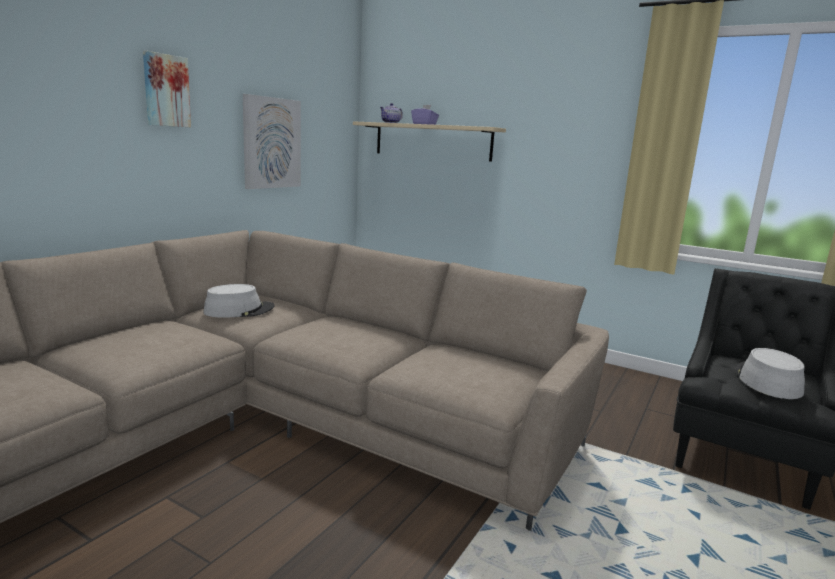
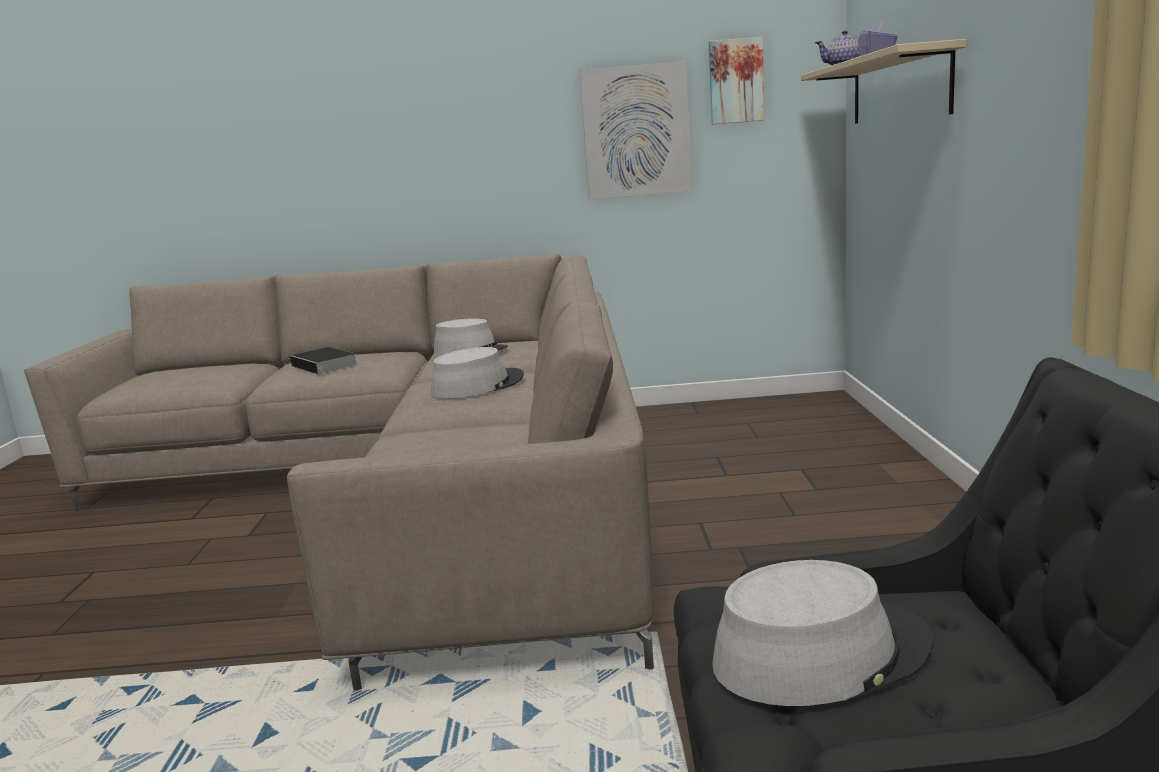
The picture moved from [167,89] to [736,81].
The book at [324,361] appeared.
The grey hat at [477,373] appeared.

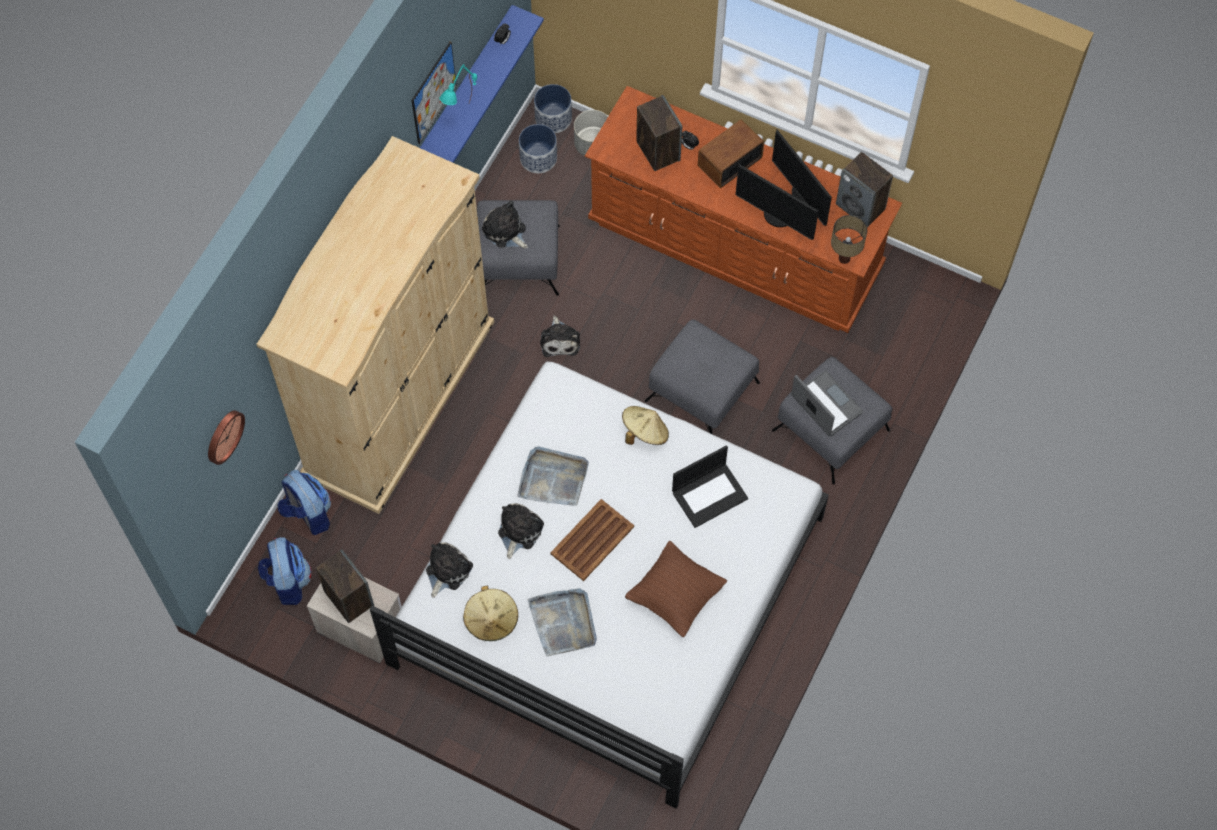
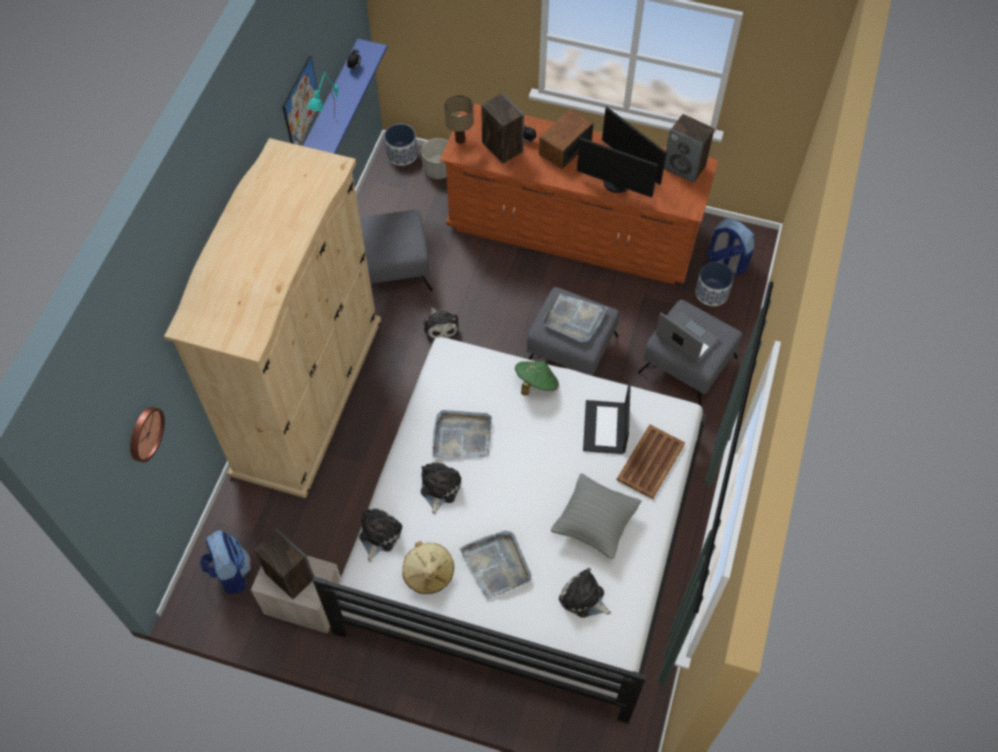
The backpack moved from [304,502] to [730,247].
The plush toy moved from [505,225] to [585,593].
The planter moved from [538,148] to [714,284].
The brown tray moved from [592,540] to [651,462].
The beige hat at [645,425] became the green hat at [537,378].
The brown pillow at [676,589] became the grey pillow at [596,516].
The laptop at [710,486] turned 135 degrees clockwise.
The table lamp moved from [849,239] to [459,119].
The grey tray at [575,318] appeared.

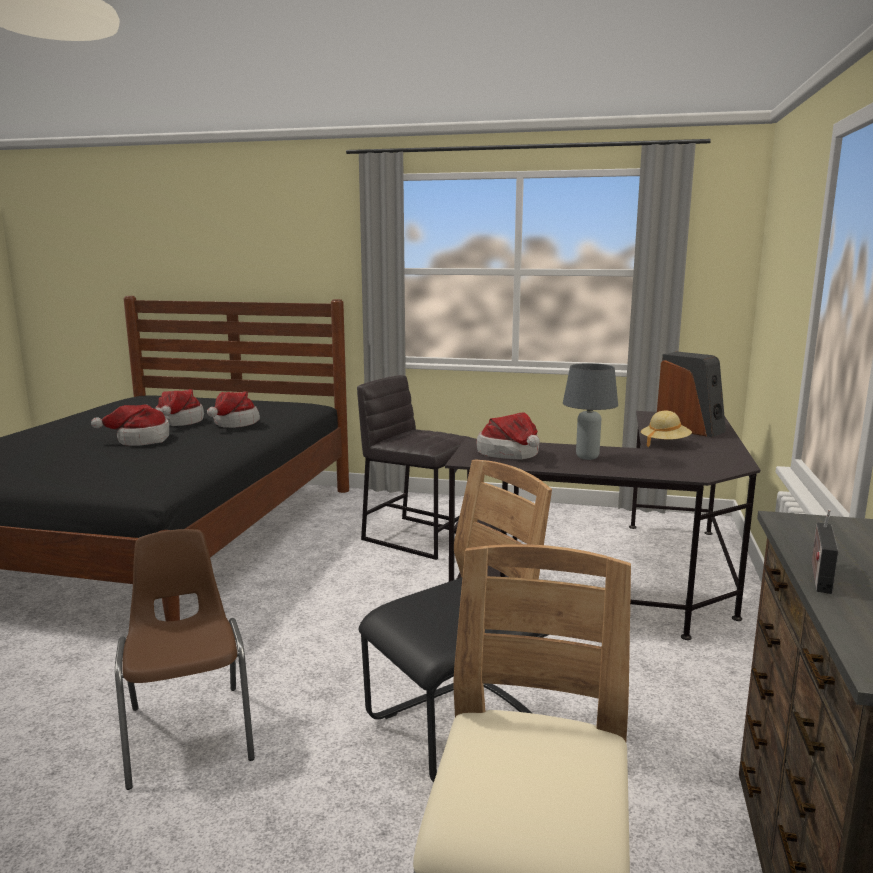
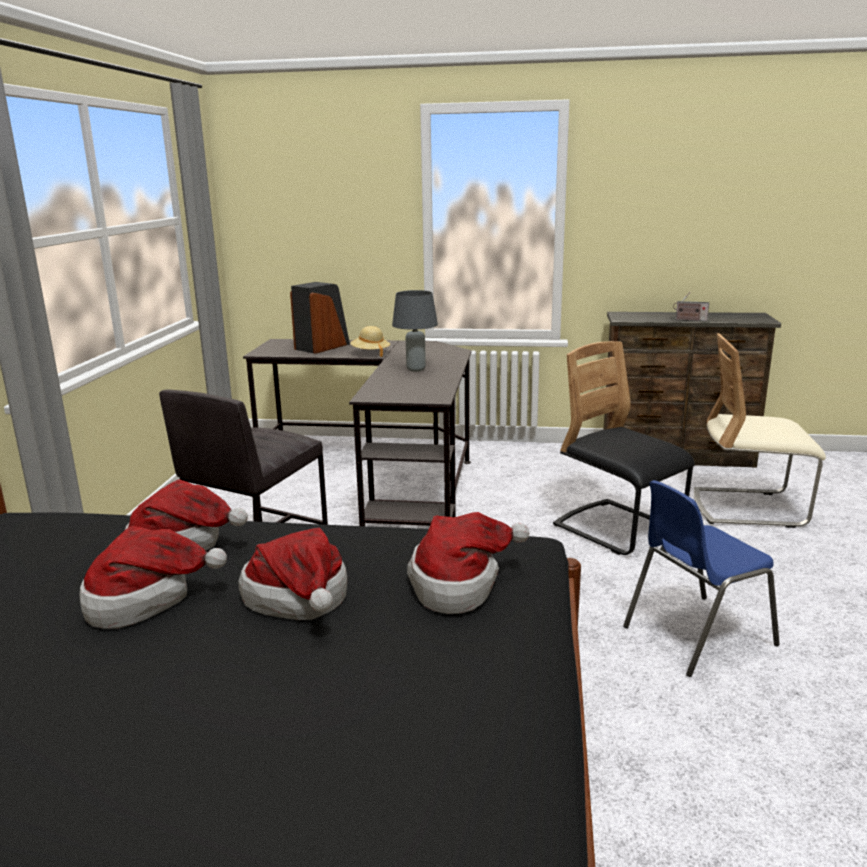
The brown chair at [185,659] became the blue chair at [701,578].
The hat moved from [508,436] to [468,563].

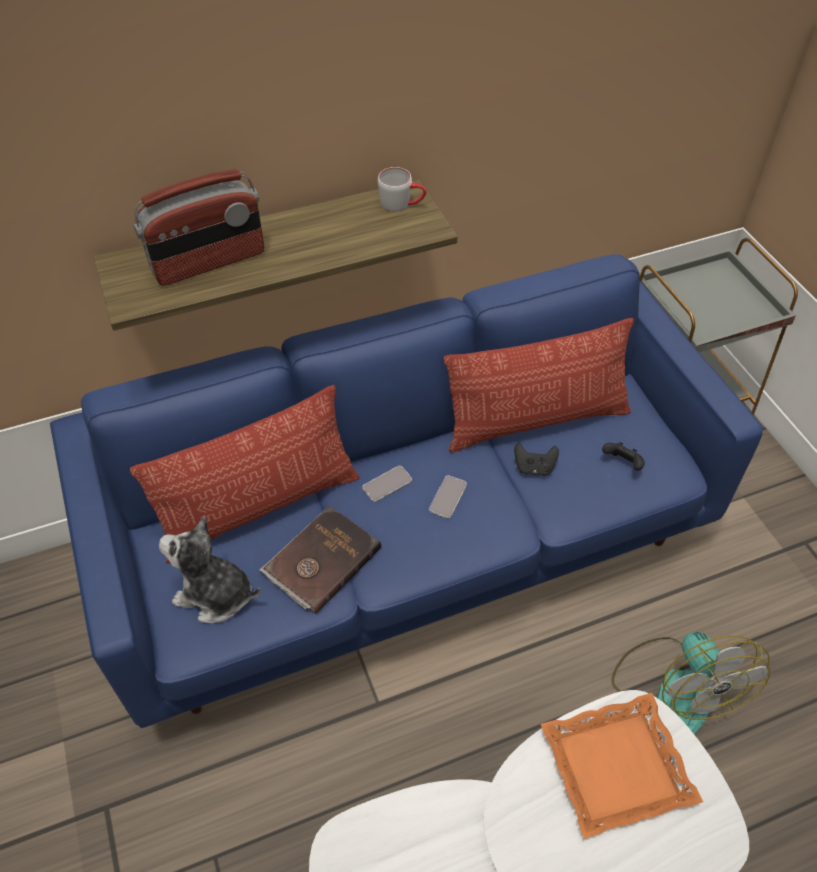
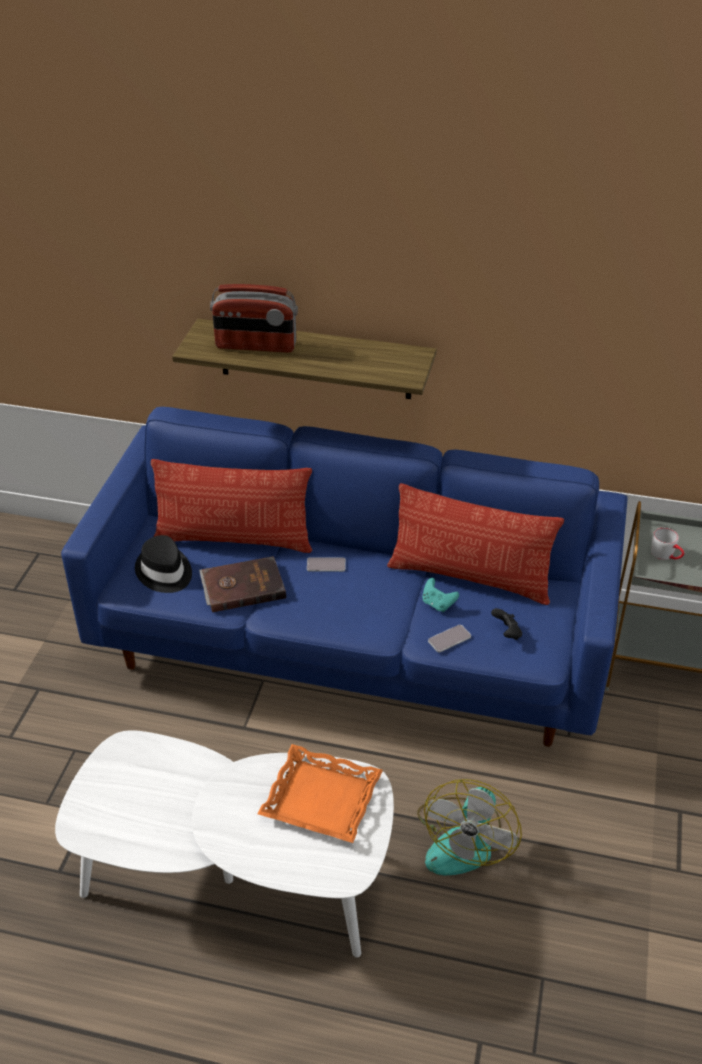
The plush toy at [210,569] was replaced by the black hat at [163,564].
The grey mug moved from [402,189] to [667,544].
The phone moved from [448,497] to [449,638].
The black game controller at [536,459] became the turquoise game controller at [440,595].

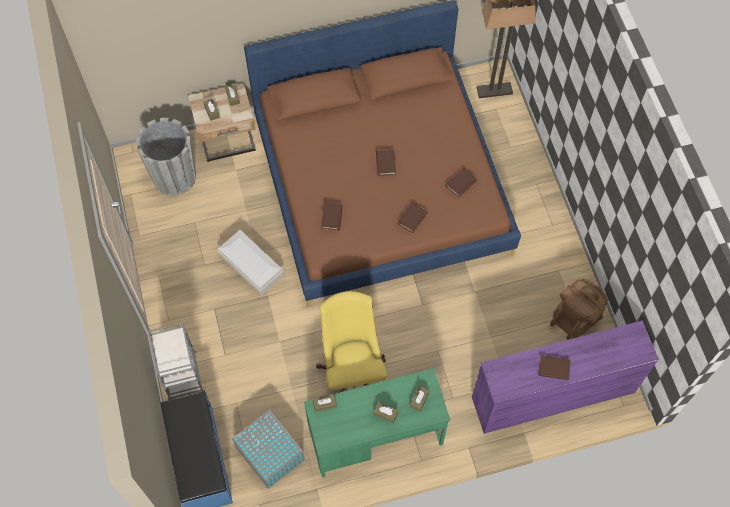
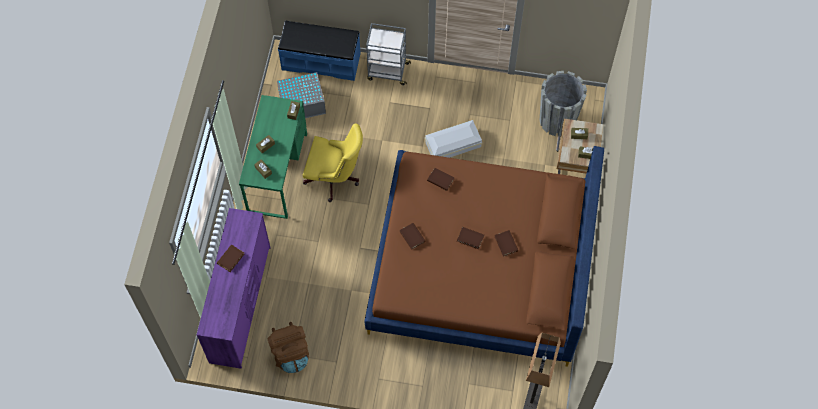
The brown book moved from [461,182] to [506,243].

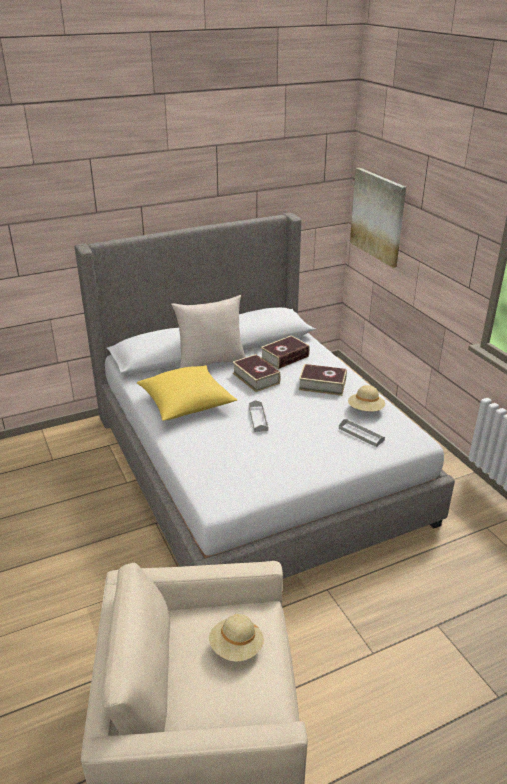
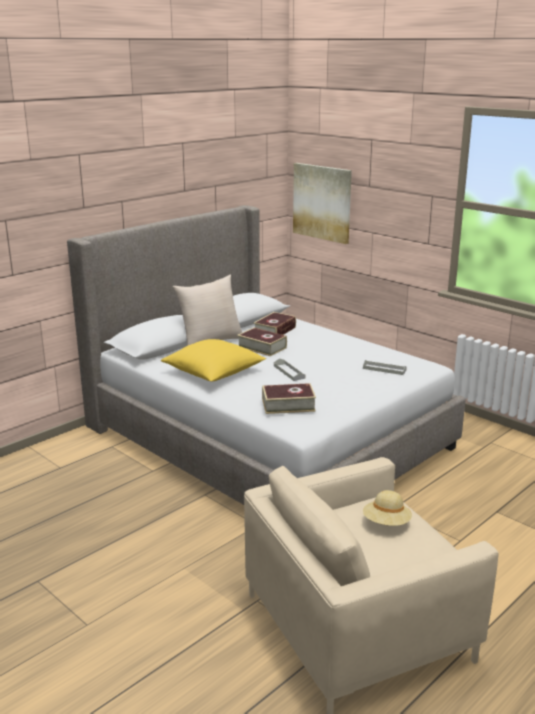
The book moved from [322,380] to [289,398].
The beige hat at [366,398] disappeared.

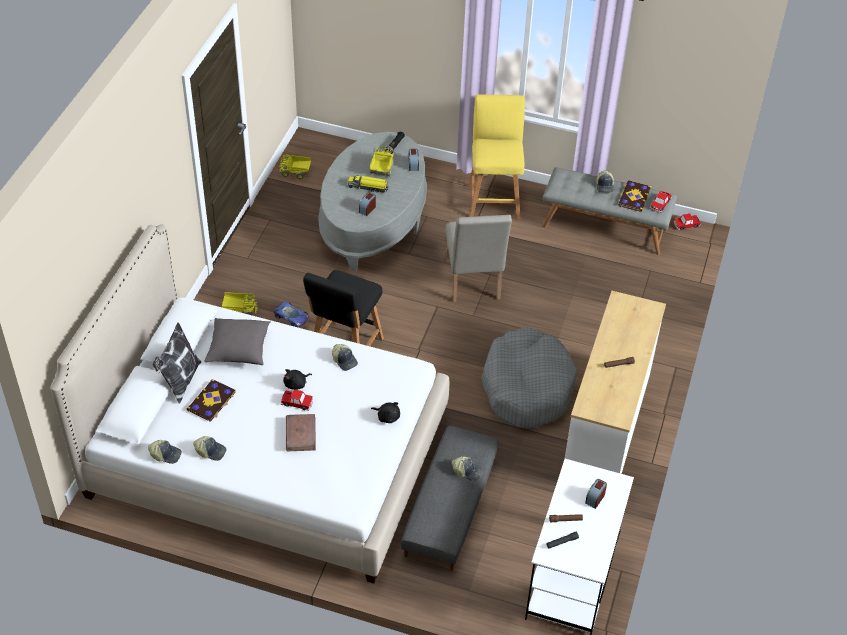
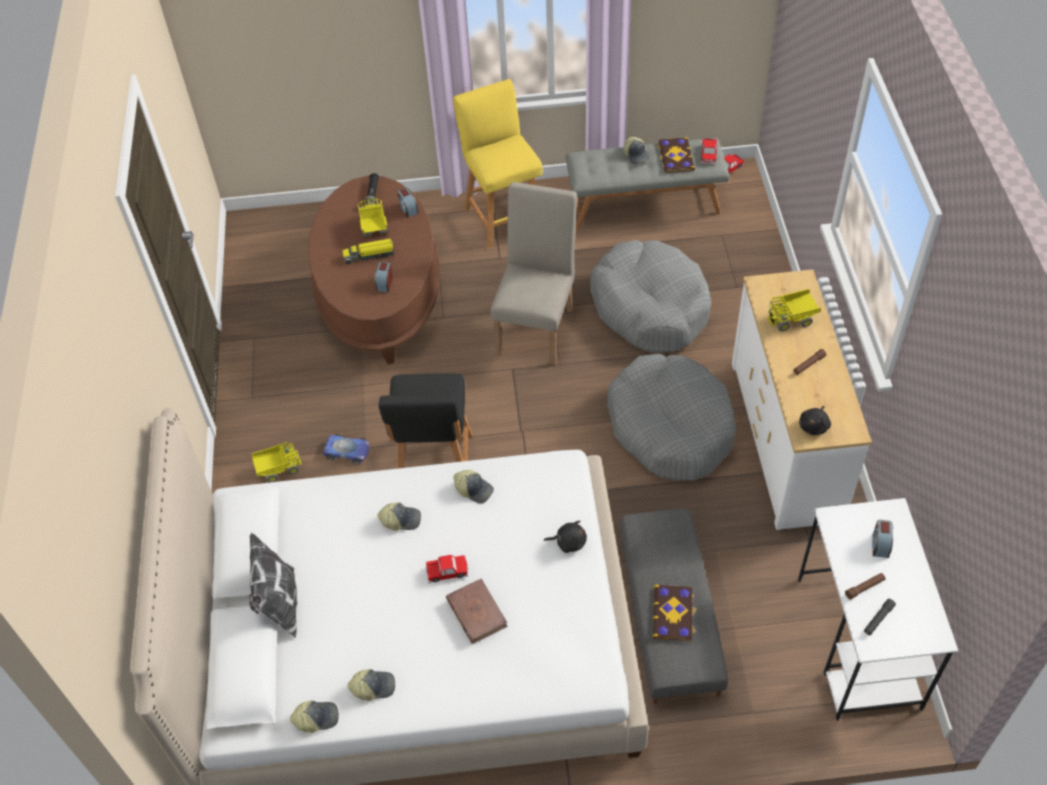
The book moved from [211,400] to [674,613].
The grey pillow at [237,341] disappeared.
The toy truck moved from [295,167] to [794,310].
The black plush toy moved from [297,379] to [815,420].
The grey coffee table at [372,201] became the brown coffee table at [374,270].
The beige chair at [479,258] turned 135 degrees counterclockwise.
The cap moved from [467,468] to [399,516].
The grey dog bed at [650,296] appeared.

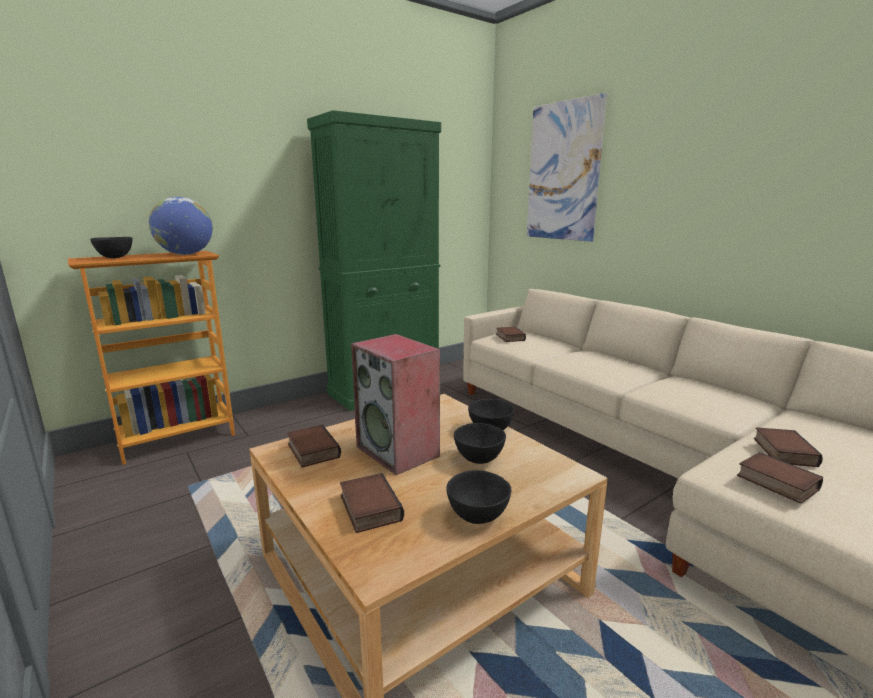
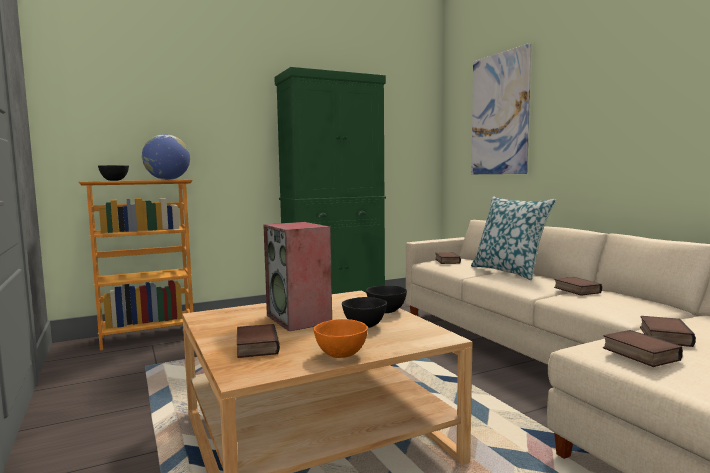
The book moved from [314,446] to [578,286].
The black bowl at [478,497] became the orange bowl at [340,338].
The pillow at [513,238] appeared.

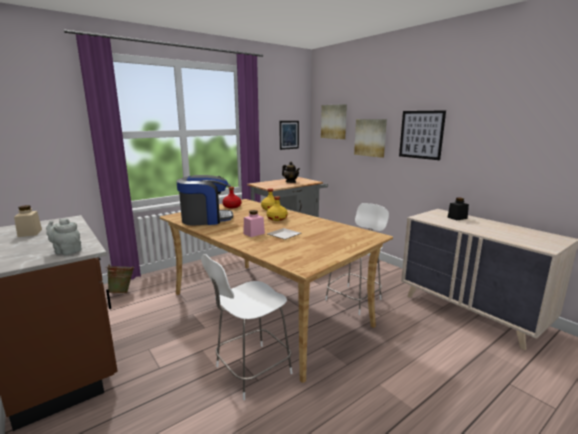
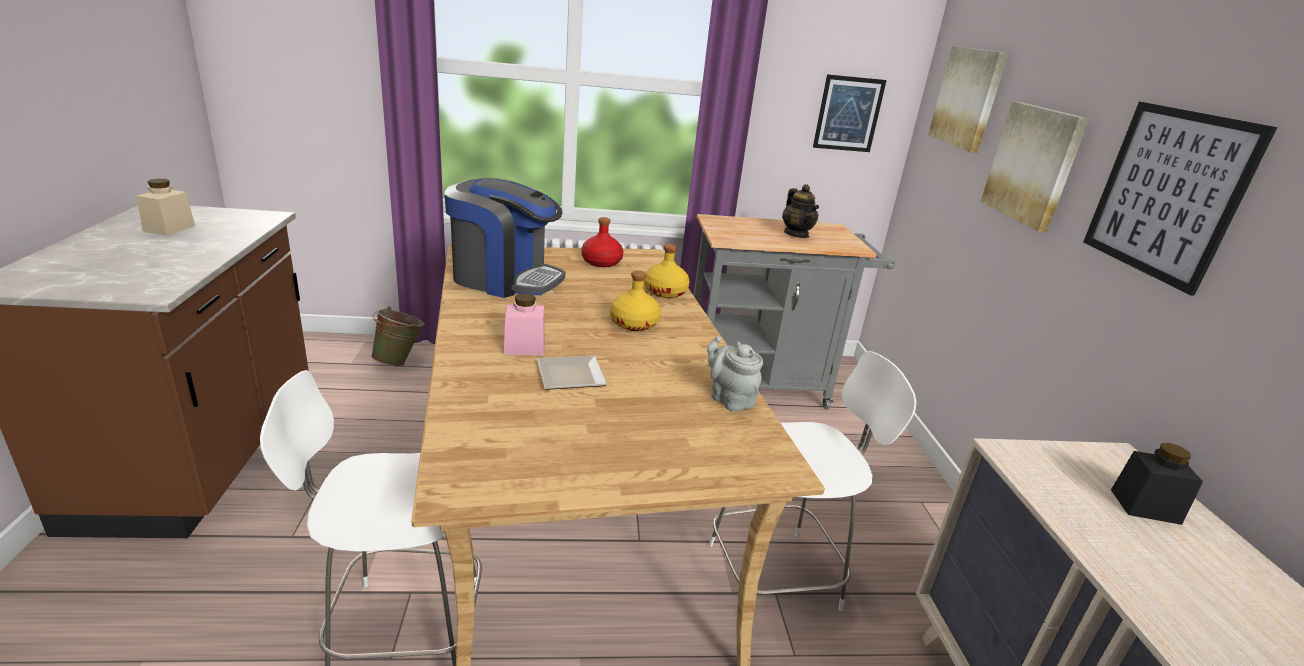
The grey teapot moved from [64,236] to [735,373].

